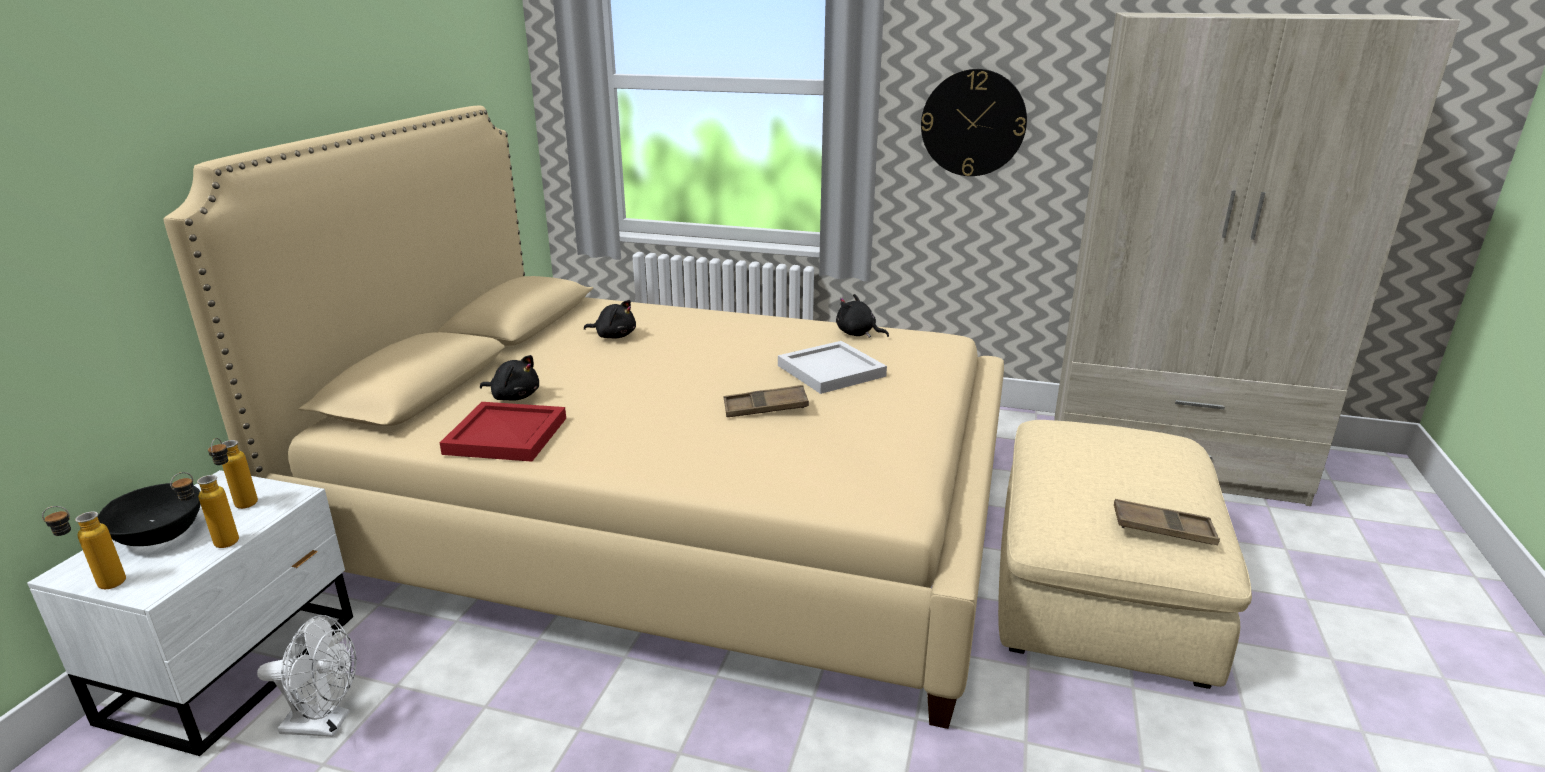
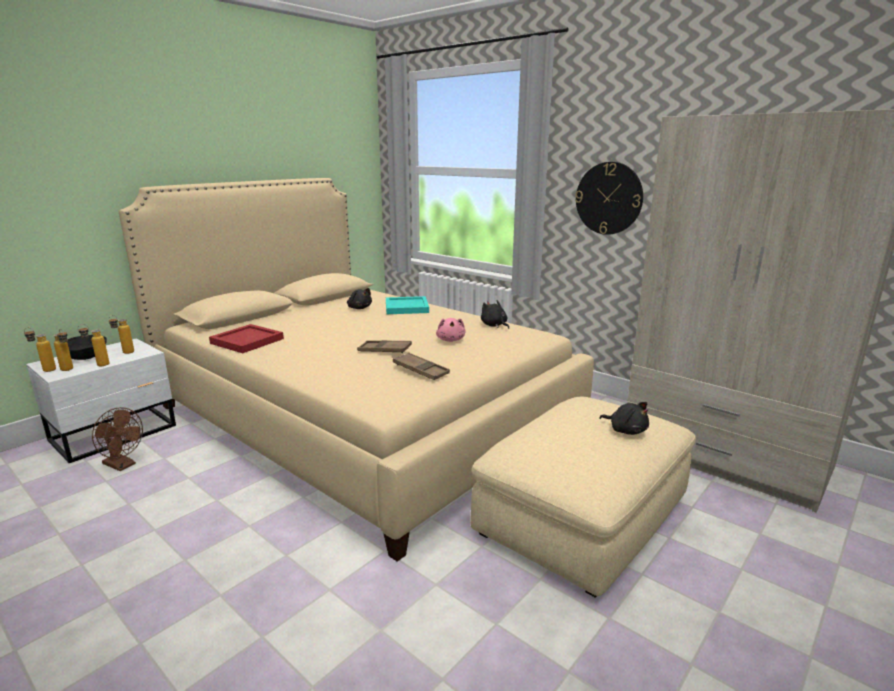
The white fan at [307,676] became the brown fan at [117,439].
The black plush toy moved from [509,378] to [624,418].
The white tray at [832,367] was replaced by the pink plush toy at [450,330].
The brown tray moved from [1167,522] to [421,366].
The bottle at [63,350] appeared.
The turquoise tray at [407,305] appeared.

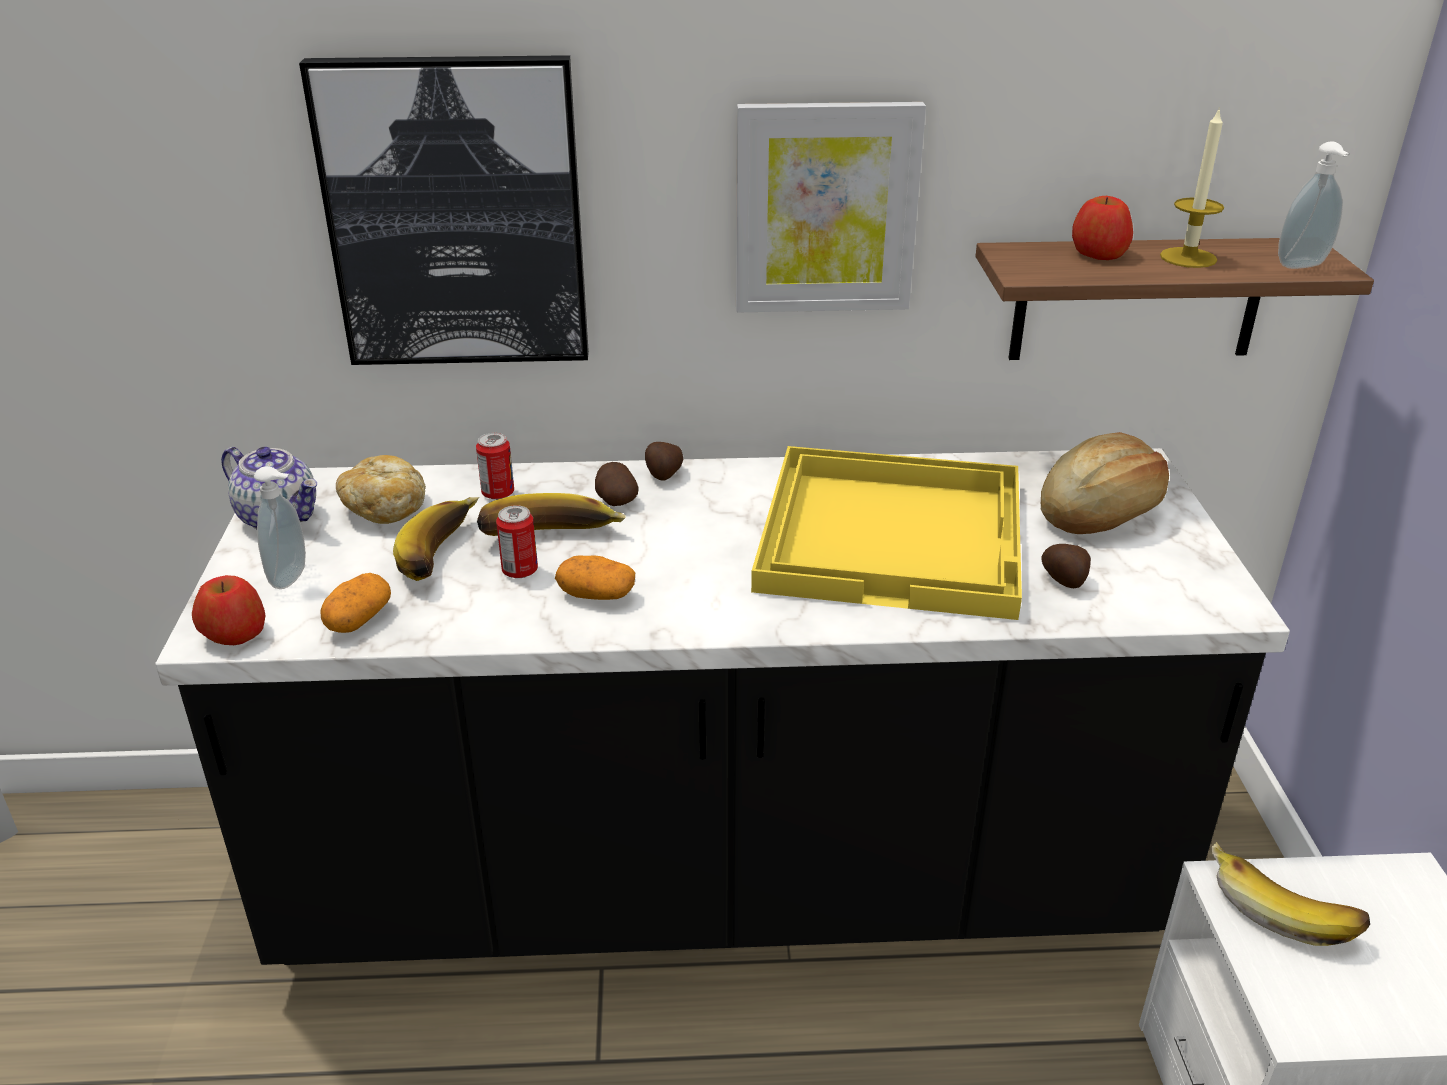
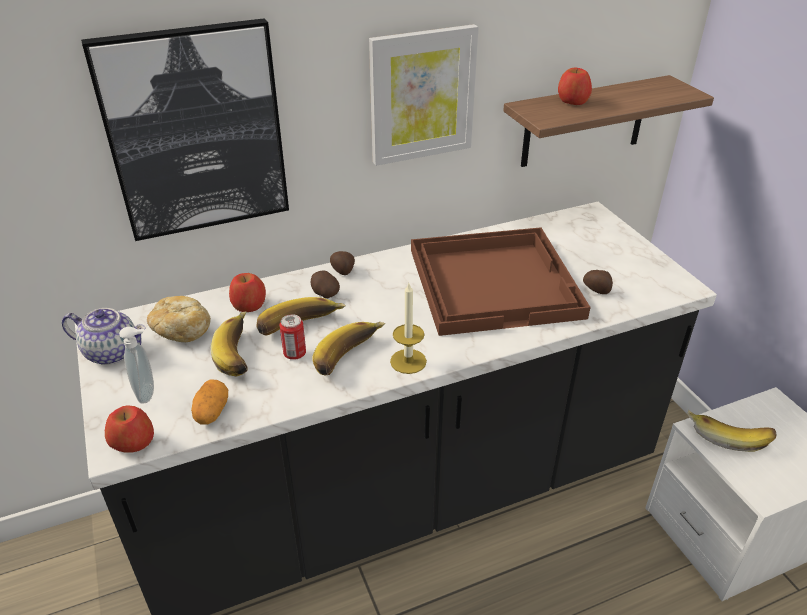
The can at [495,466] was replaced by the apple at [247,292].
The potato at [595,577] was replaced by the banana at [349,349].
The yellow tray at [886,533] became the brown tray at [501,281].
The bread at [1105,483] disappeared.
The candle moved from [1192,187] to [408,328].
The soap dispenser at [1314,205] disappeared.

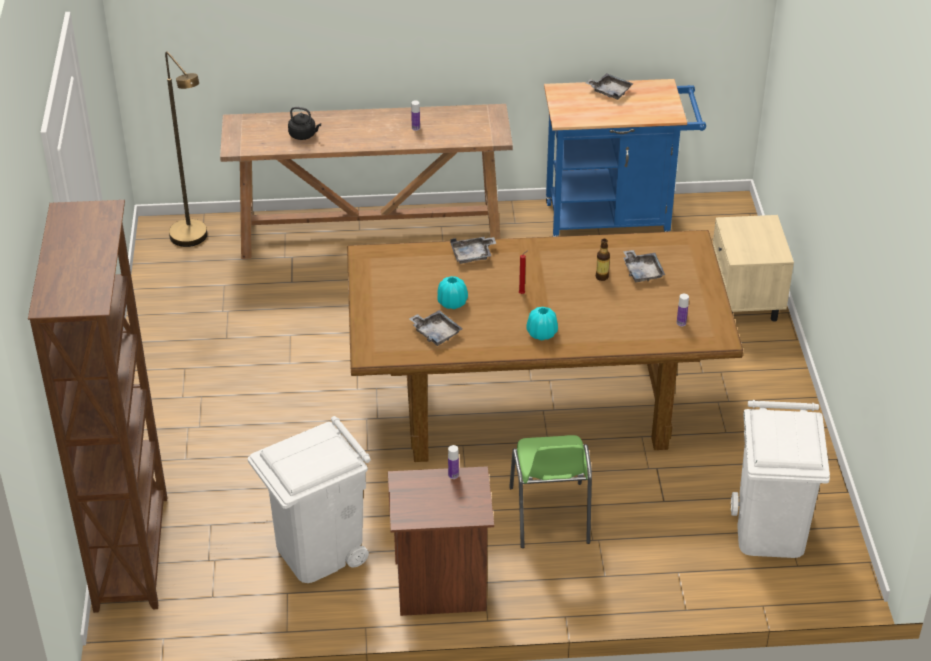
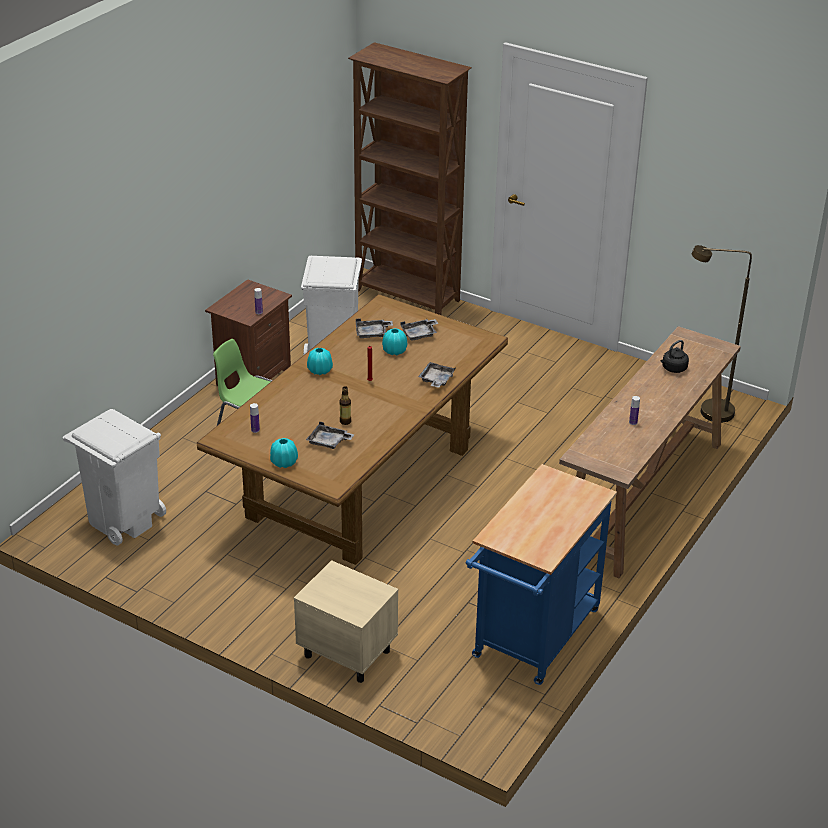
The grey tray moved from [609,86] to [419,330].
The turquoise vase at [284,453] appeared.

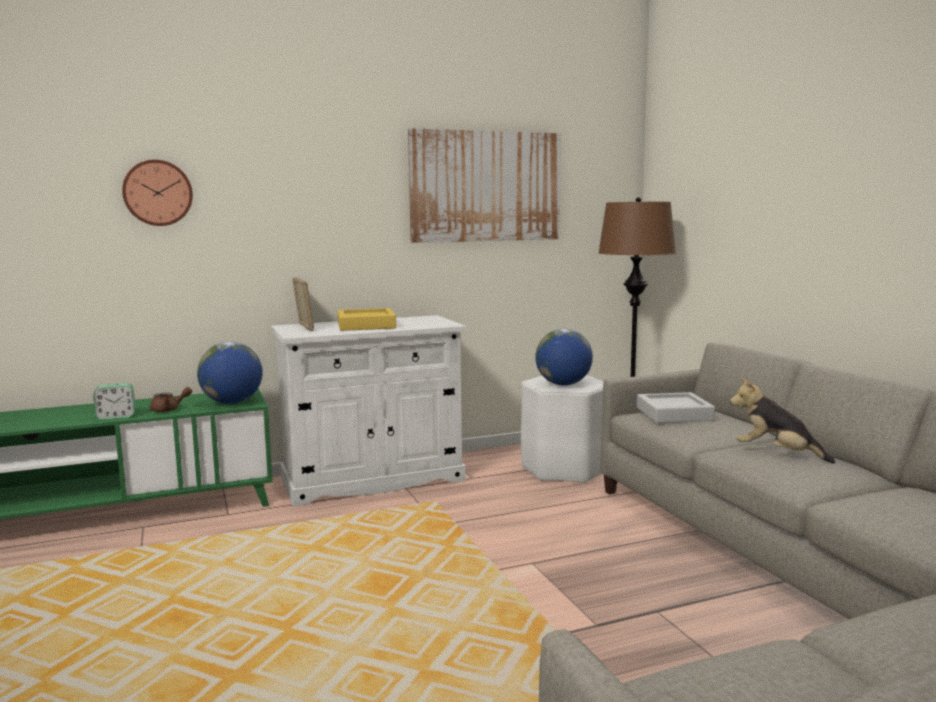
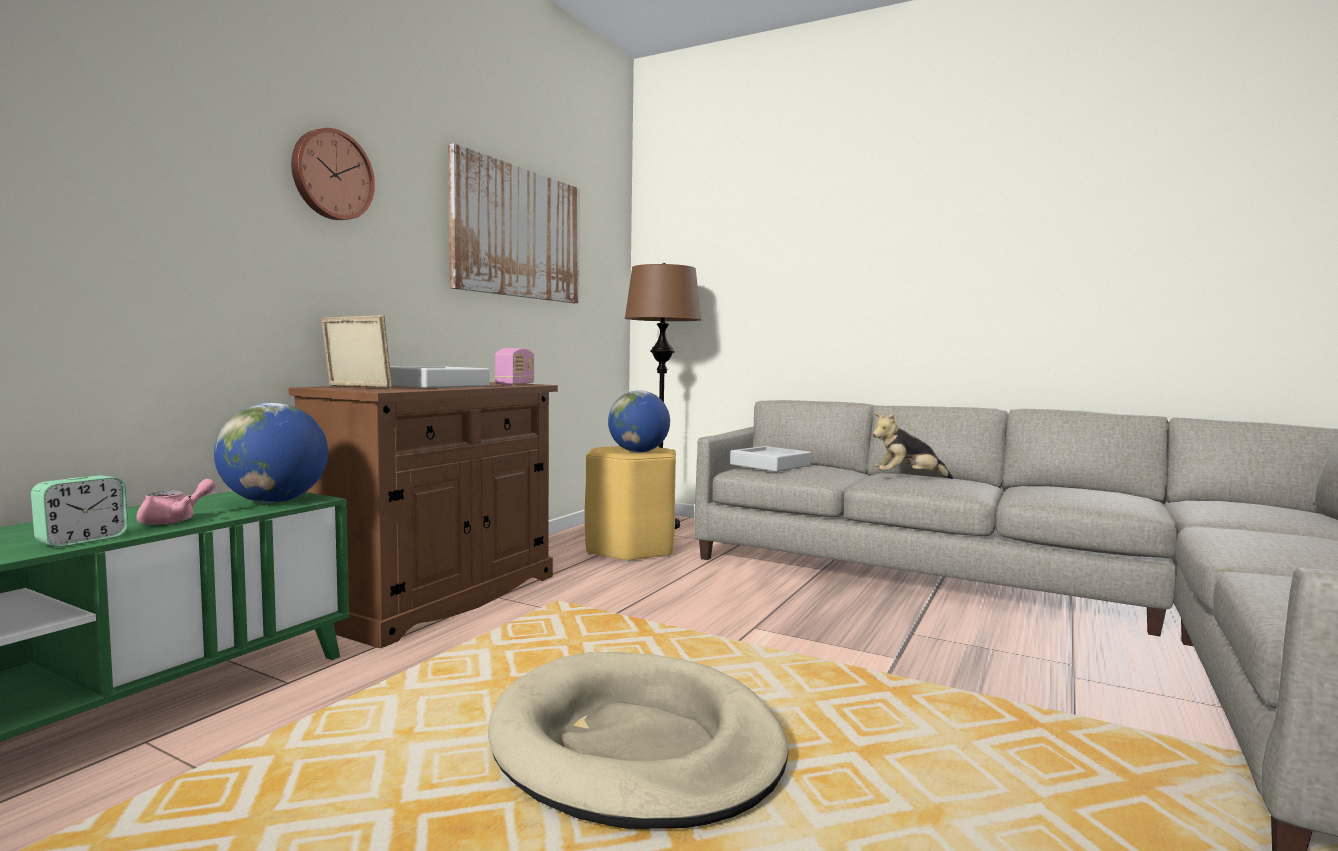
The wall clock moved from [157,193] to [333,174].
The brown teapot at [171,399] became the pink teapot at [176,502].
The white cabinet at [369,411] became the brown cabinet at [423,515].
The yellow tray at [367,319] became the grey tray at [440,377].
The white stool at [562,429] became the yellow stool at [630,504].
The beige dog bed at [638,740] appeared.
The radio at [514,367] appeared.

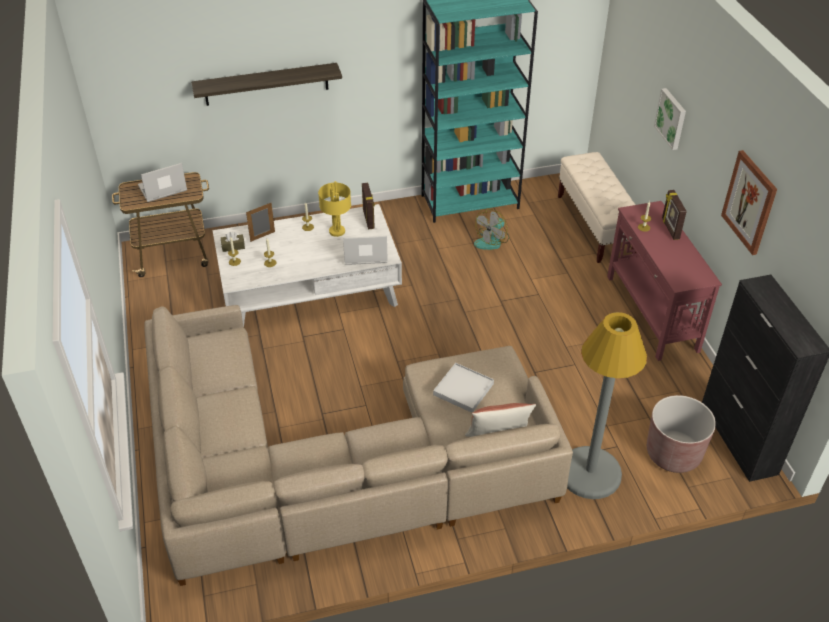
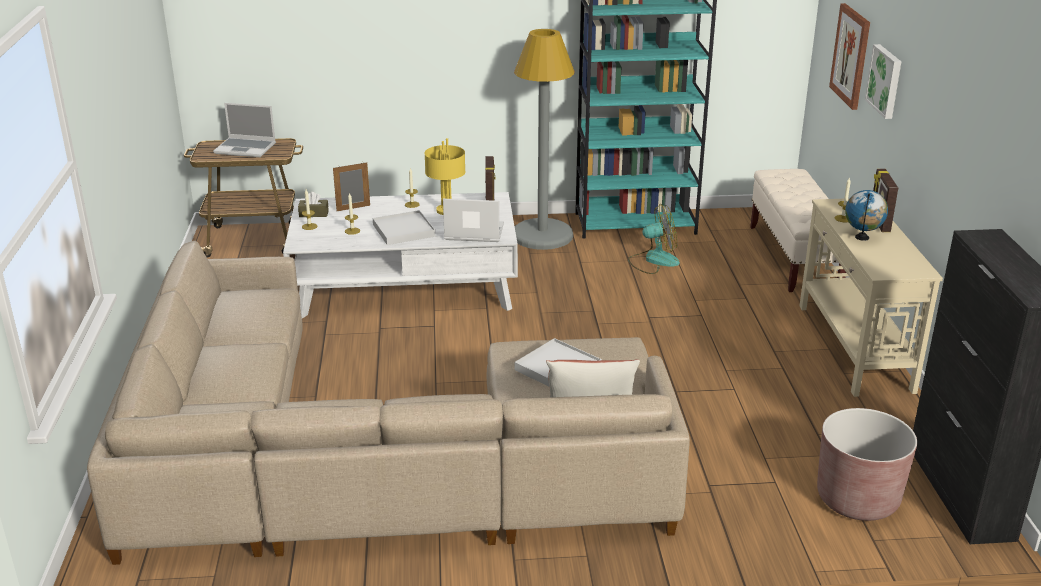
The laptop at [162,182] turned 150 degrees counterclockwise.
The shelf at [266,84] disappeared.
The fan at [491,229] turned 150 degrees counterclockwise.
The grey floor lamp moved from [607,405] to [544,139].
The red console table at [664,281] became the beige console table at [871,297].
The picture moved from [749,202] to [849,56].
The white tray at [404,227] appeared.
The globe at [866,215] appeared.

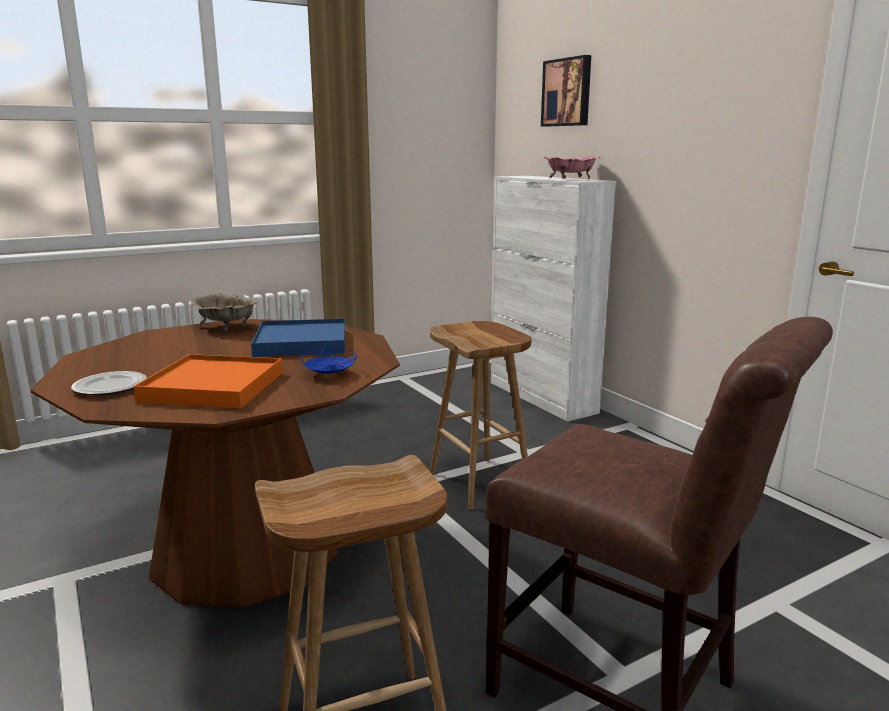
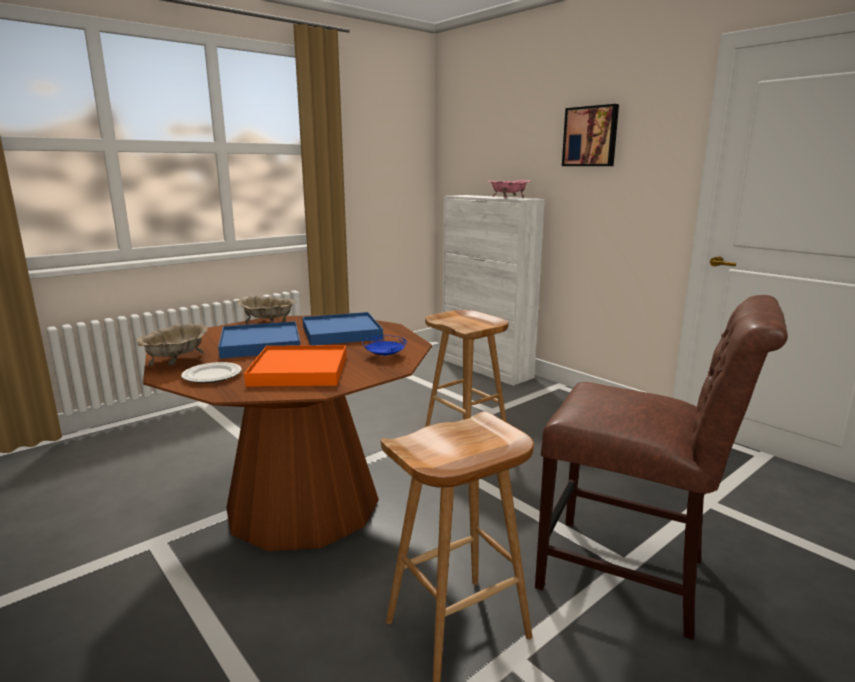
The picture moved from [566,91] to [590,135].
The beige bowl at [171,345] appeared.
The blue tray at [259,340] appeared.

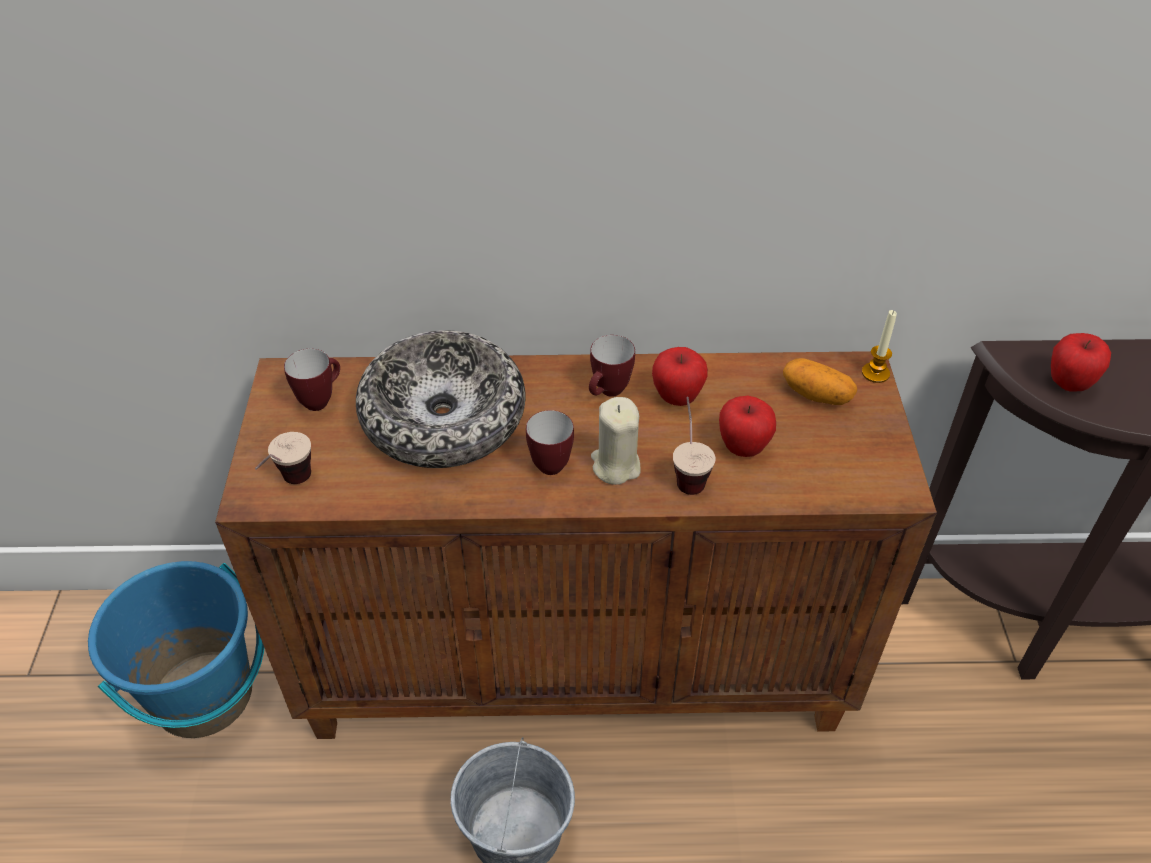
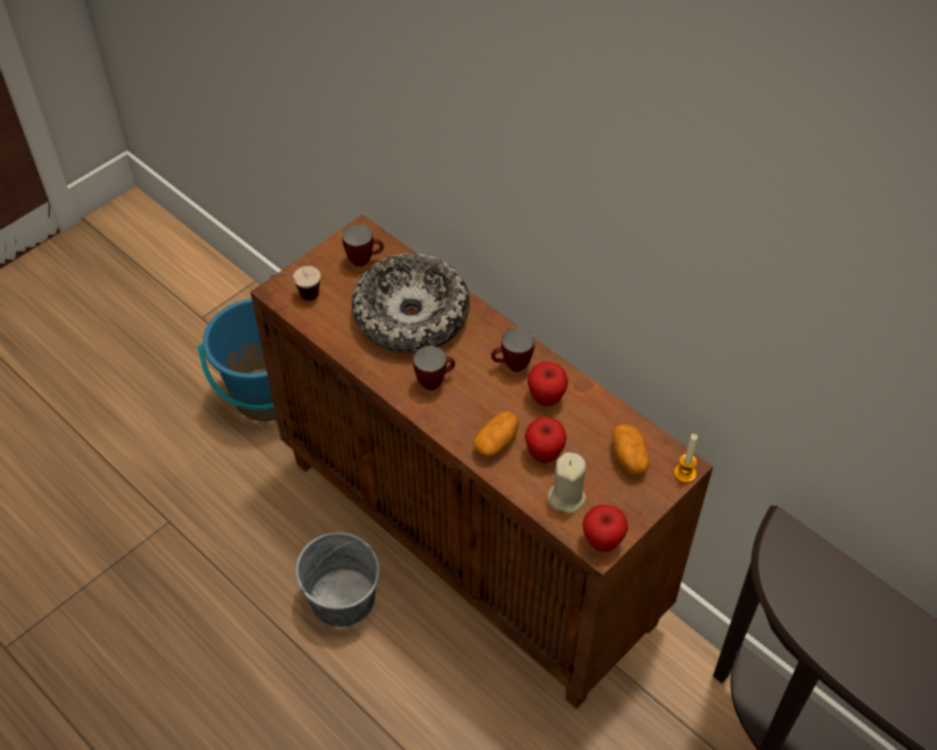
The beige candle moved from [615,441] to [567,483].
The cup at [694,446] was replaced by the potato at [496,434].
The apple moved from [1081,362] to [605,528].

